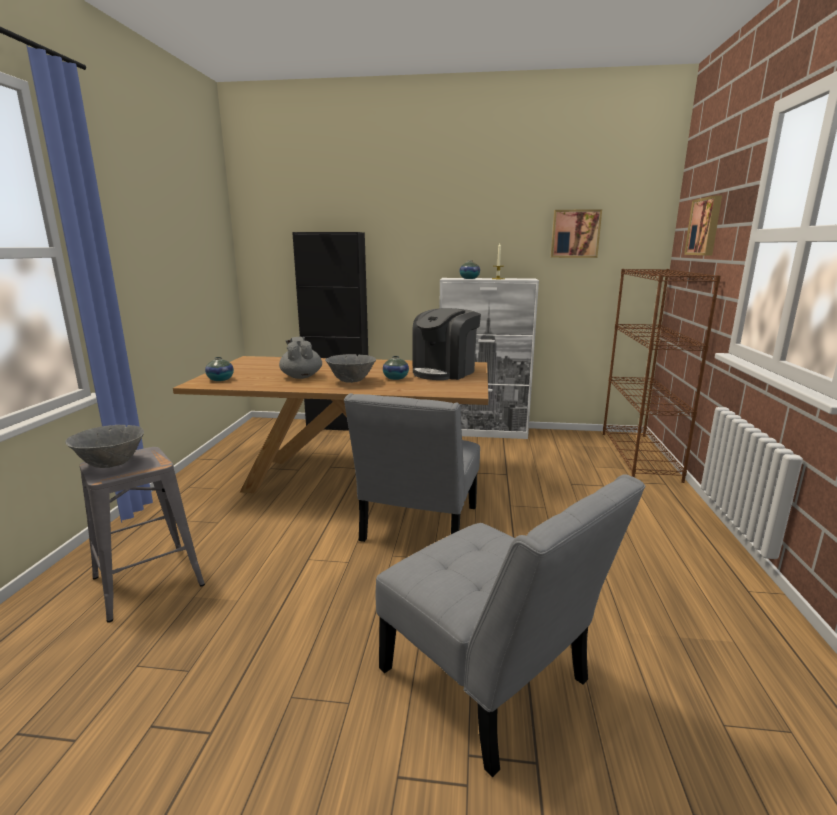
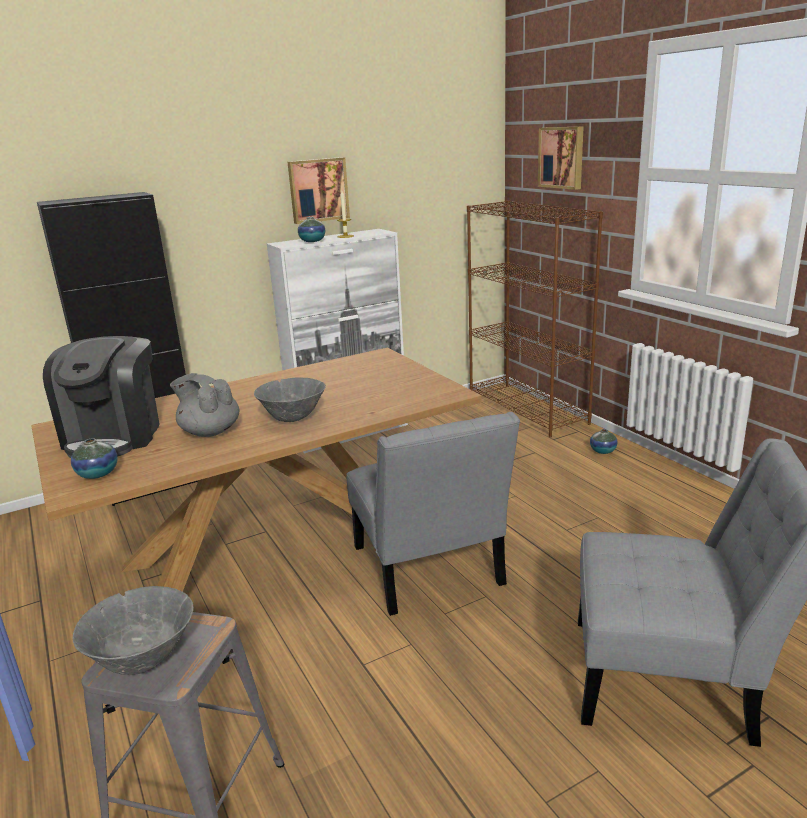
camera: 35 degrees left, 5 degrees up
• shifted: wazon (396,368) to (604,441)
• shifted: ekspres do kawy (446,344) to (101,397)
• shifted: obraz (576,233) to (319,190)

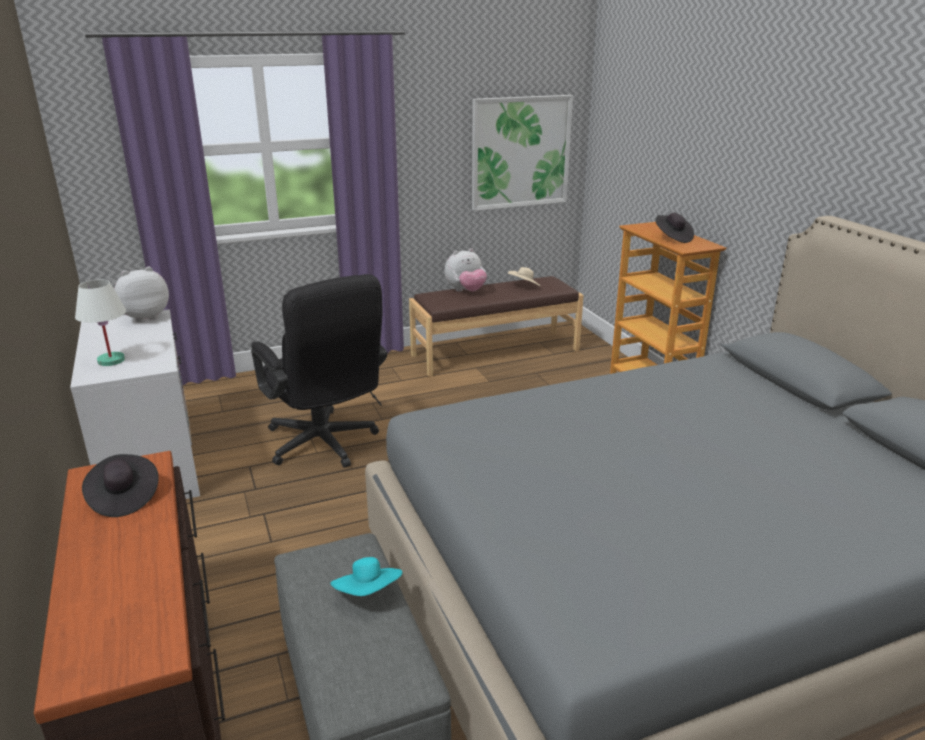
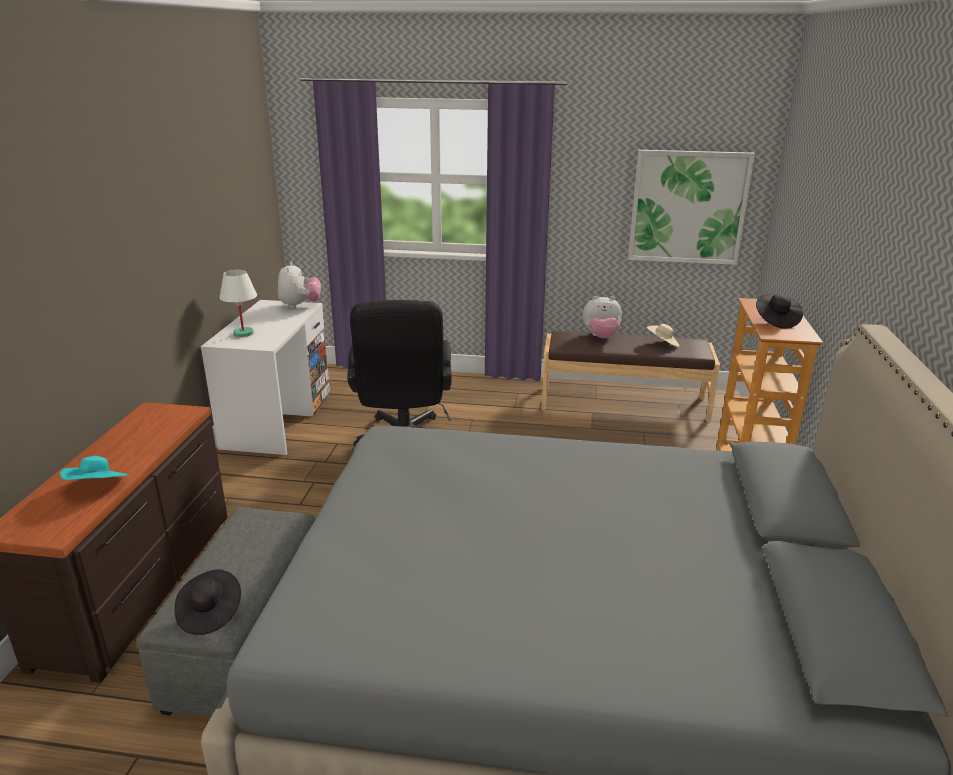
camera: 30 degrees right, 0 degrees up
• shifted: kapelusz (czarny) (120,485) to (207,602)
• shifted: kapelusz (turkusowy) (366,576) to (94,468)
• rotated: pluszak (141,294) = (299,285) 90 degrees clockwise

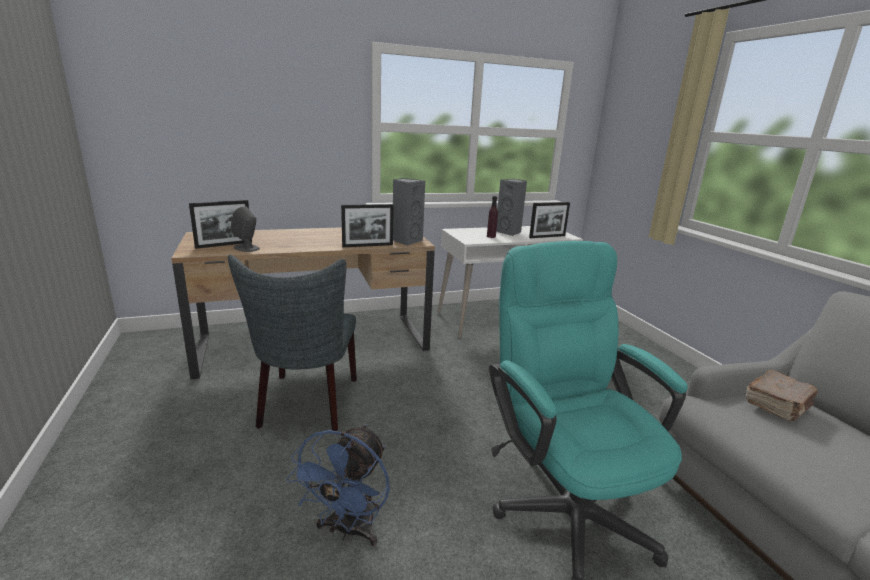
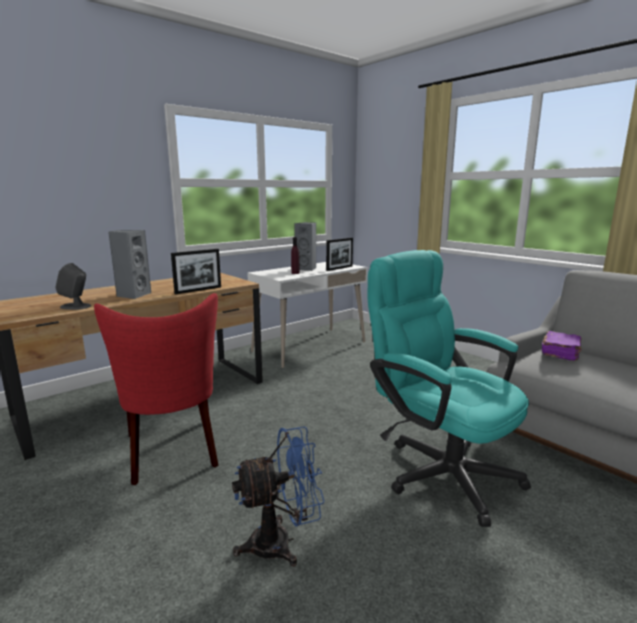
camera: 20 degrees left, 5 degrees down
• gone: ramka na zdjęcie (220,224)
• shifted: głośnik (szary) (409,212) to (129,264)
• repainted: krzesło (szary) (292,343) to krzesło (czerwony) (156,389)
• repainted: książka (brązowy) (782,395) to książka (fioletowy) (562,346)
• rotated: wentylator (niebieski) (338,485) = (278,496) 105 degrees counterclockwise

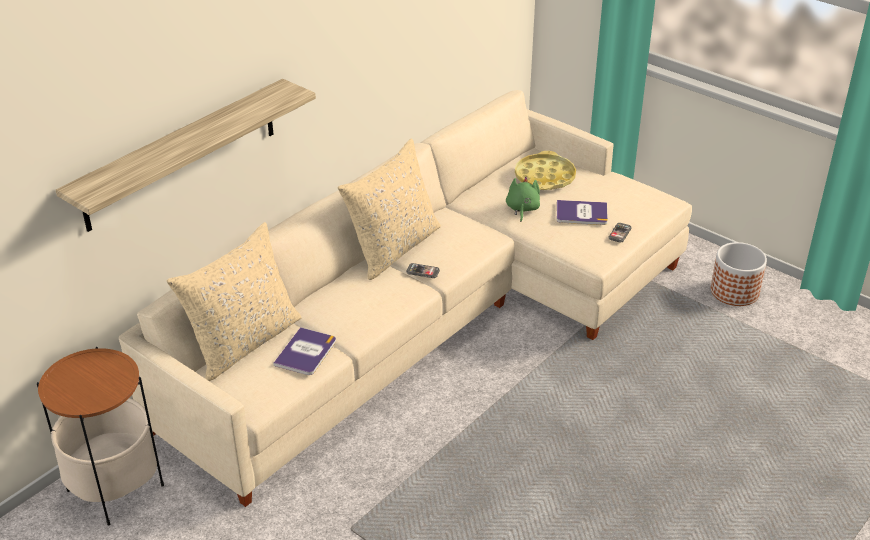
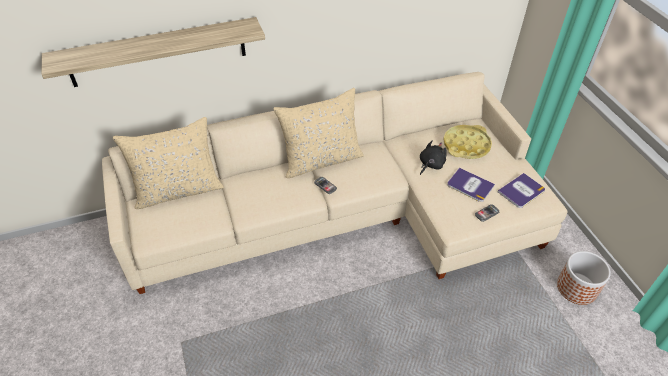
camera: 30 degrees right, 10 degrees up
• gone: stolik (100,436)
• shifted: książka (304,351) to (521,190)
• repainted: pluszak (zielony) (523,199) to pluszak (czarny) (433,158)

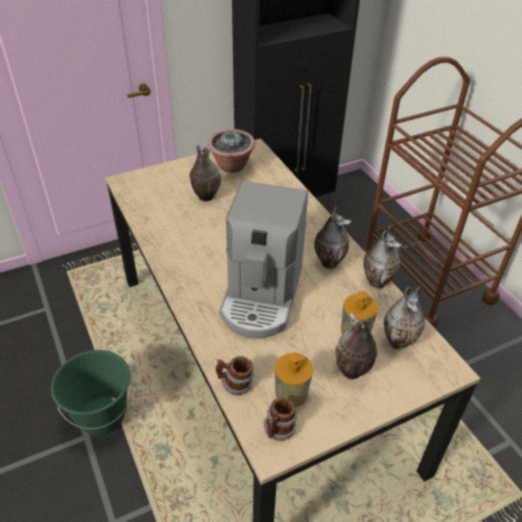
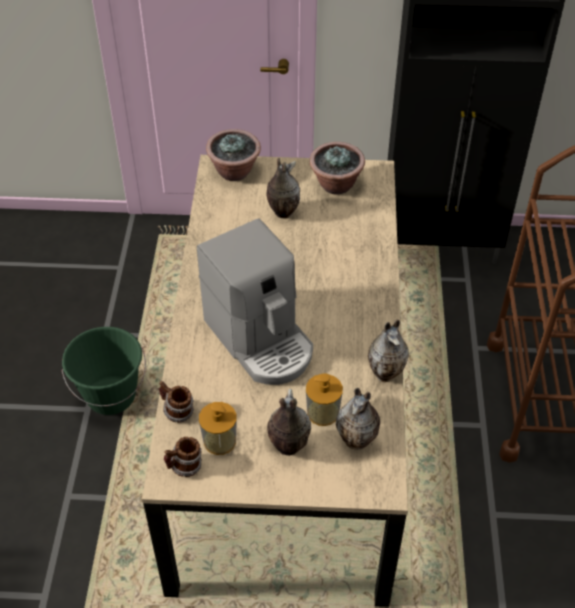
camera: 30 degrees right, 5 degrees up
• gone: wazon (333,237)
• new: roślina doniczkowa (233,155)
• rotated: ekspres do kawy (263,260) = (255,301) 75 degrees counterclockwise

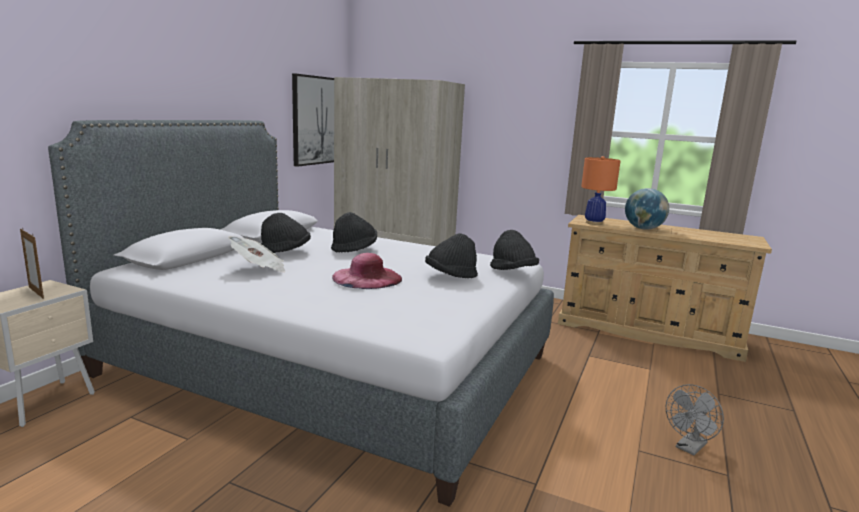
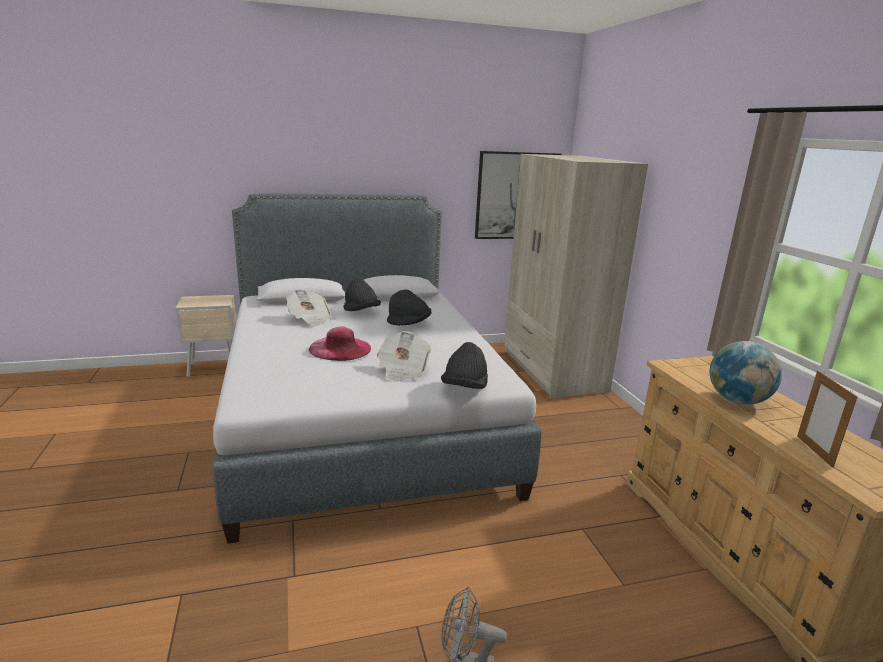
camera: 50 degrees right, 5 degrees up
• gone: lampa stołowa (pomarańczowy) (601,190)
• shifted: ramka na zdjęcie (32,264) to (827,419)
• swapped: kapelusz (czarny) (451,255) to gazeta (404,356)

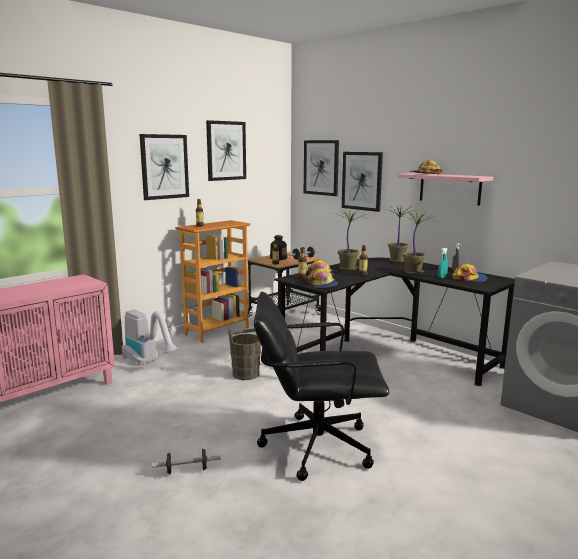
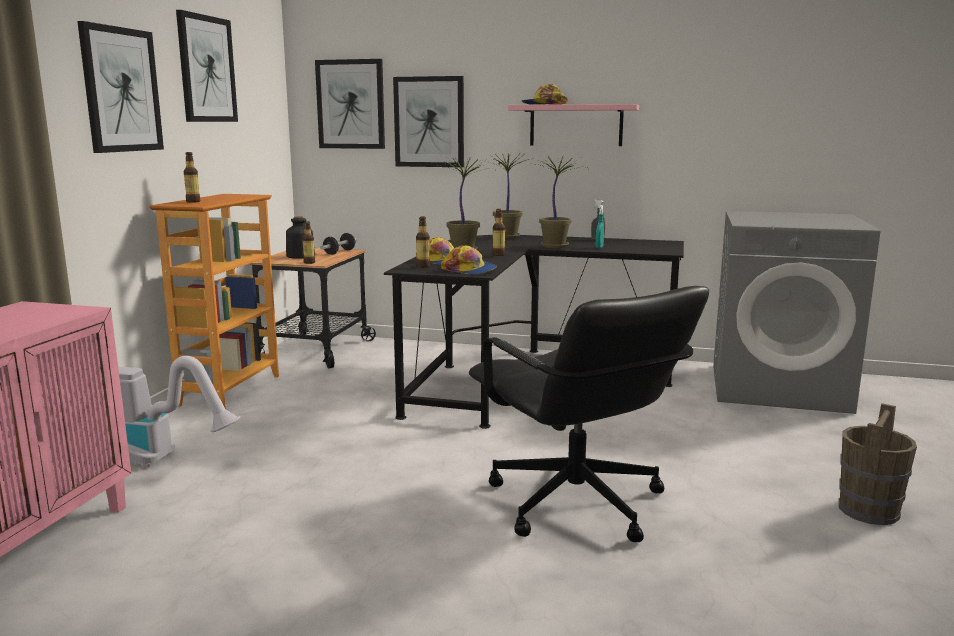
camera: 30 degrees left, 0 degrees up
• gone: hantel (186,461)
• gone: czapka z daszkiem (469,272)
• shifted: wiadro (brązowy) (244,354) to (878,464)
• rotated: krzesło biurowe (czarny) (321,386) = (589,414) 90 degrees counterclockwise

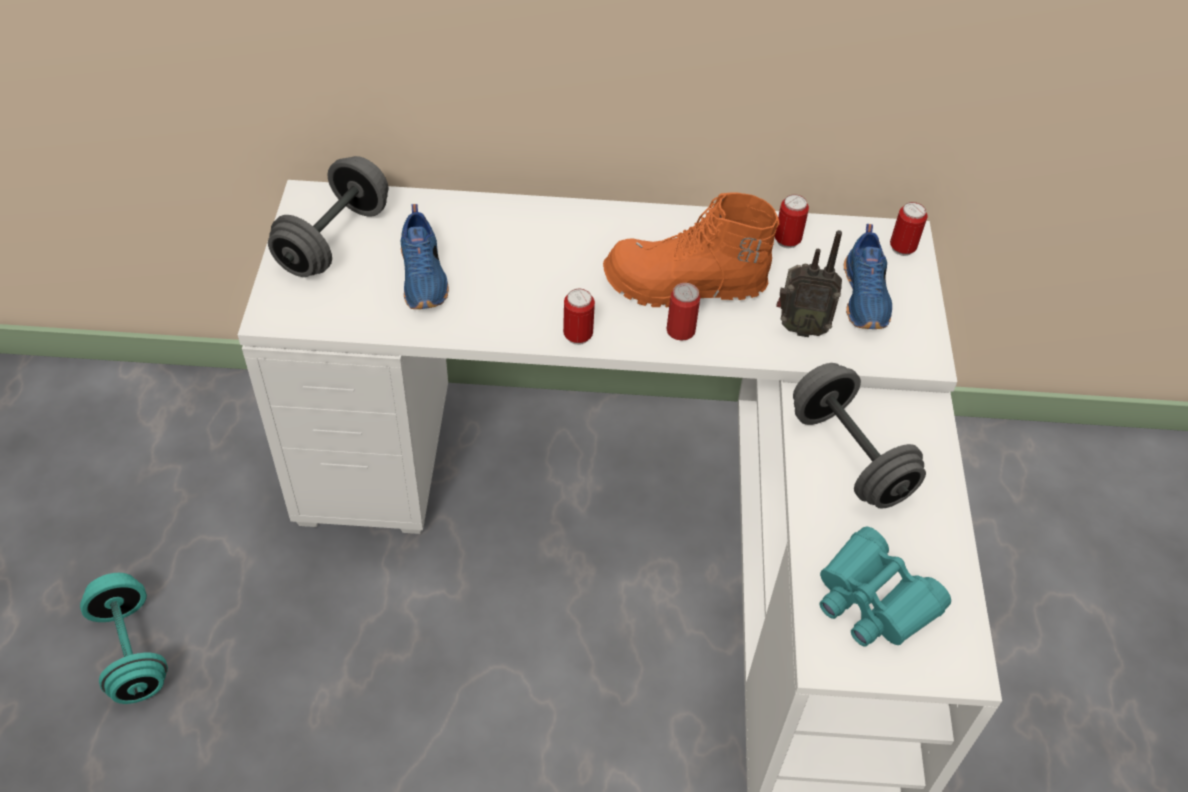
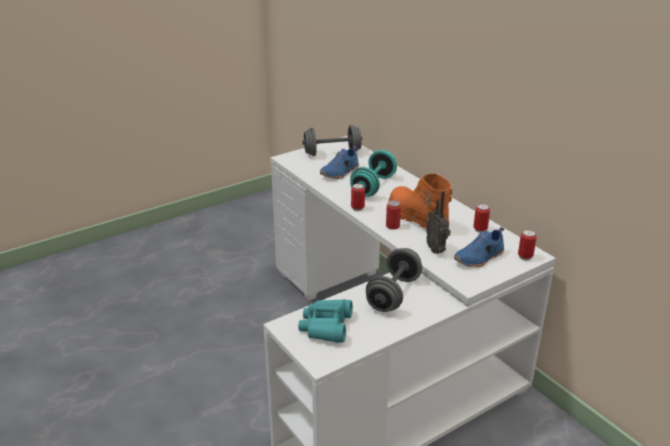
camera: 55 degrees right, 20 degrees down
• shifted: hantel (turkusowy) (124,638) to (373,173)

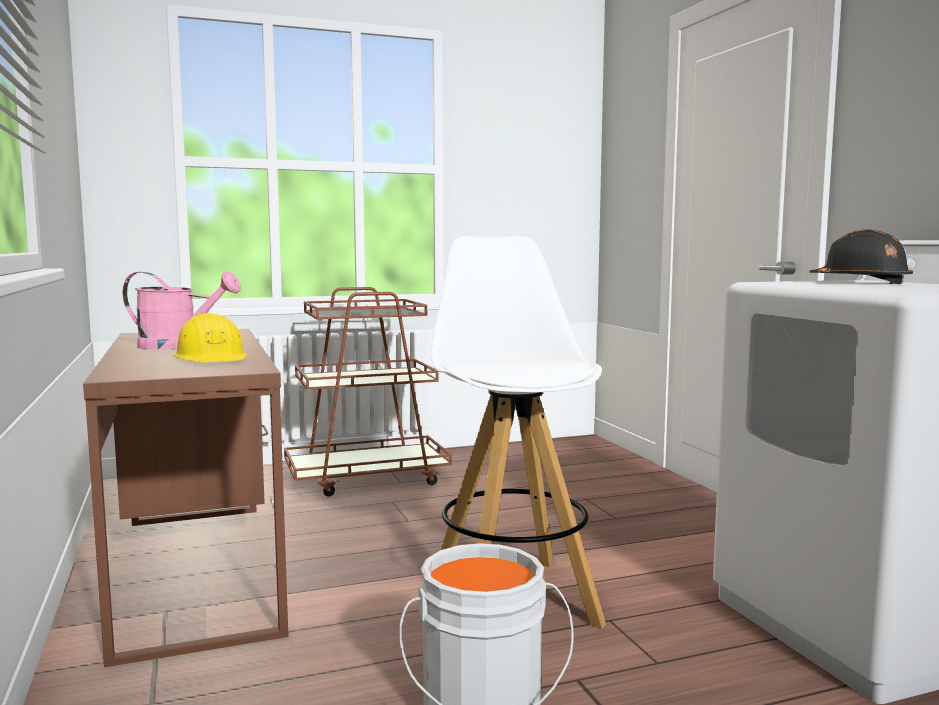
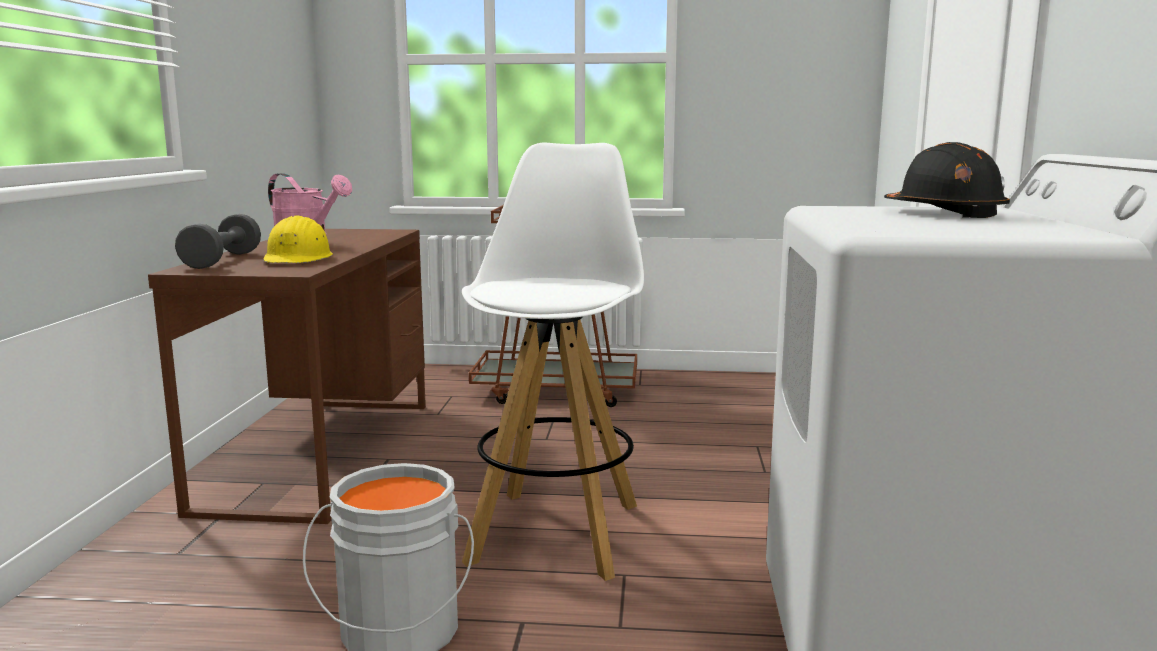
camera: 25 degrees right, 5 degrees up
• new: hantel (szary) (218,241)

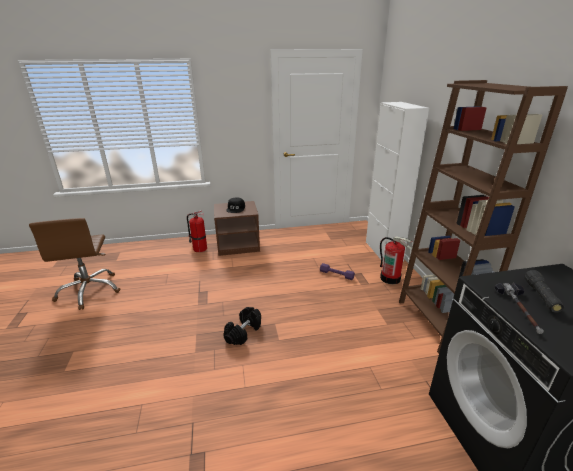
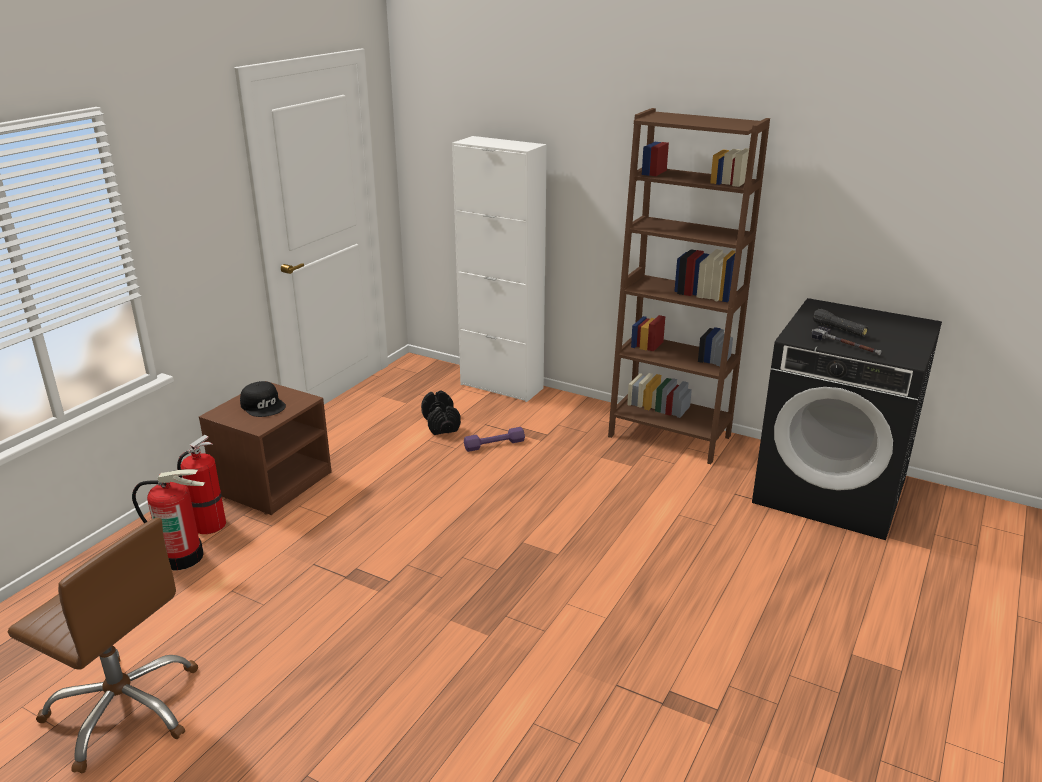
camera: 50 degrees left, 0 degrees up
• shifted: hantel (czarny) (242,326) to (441,413)
• shifted: gaśnica (396,260) to (168,519)

